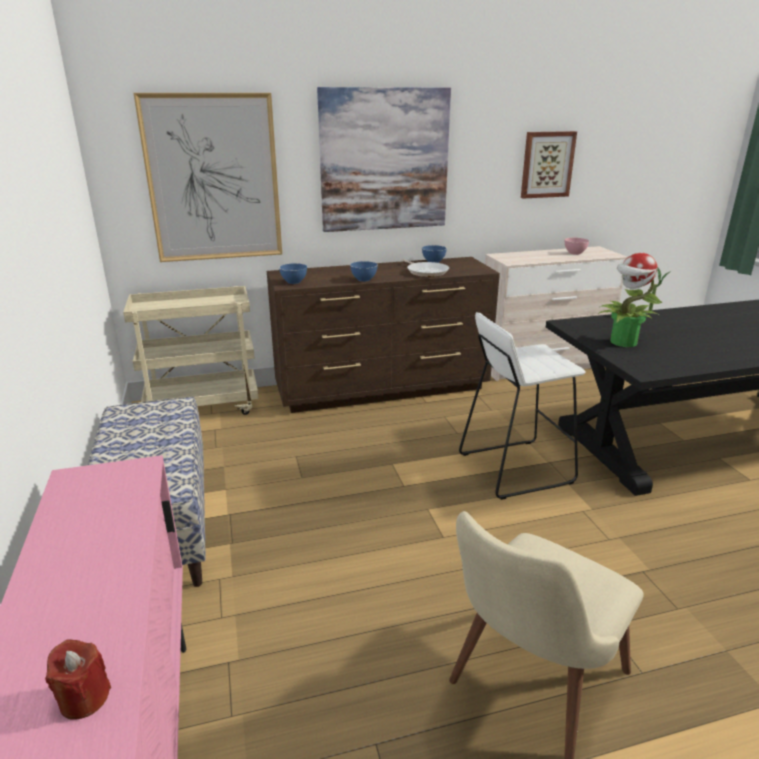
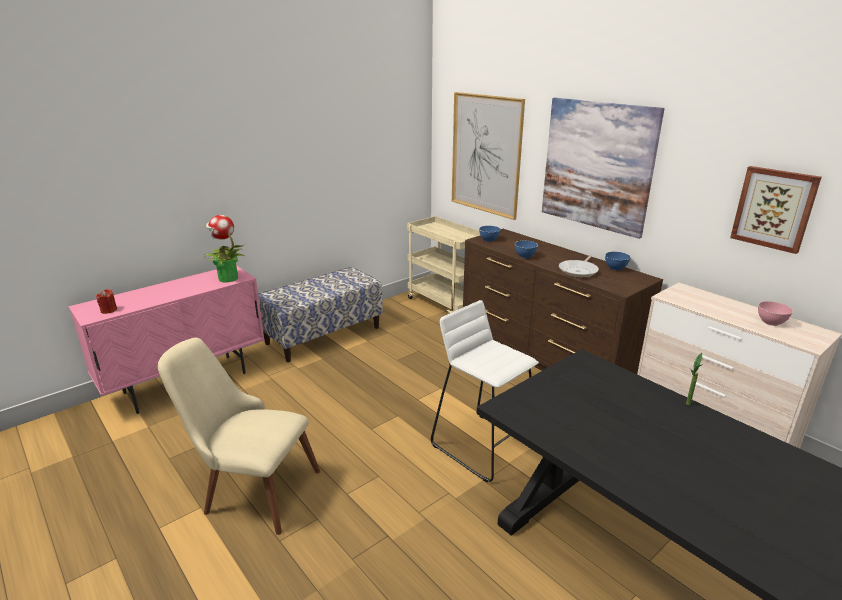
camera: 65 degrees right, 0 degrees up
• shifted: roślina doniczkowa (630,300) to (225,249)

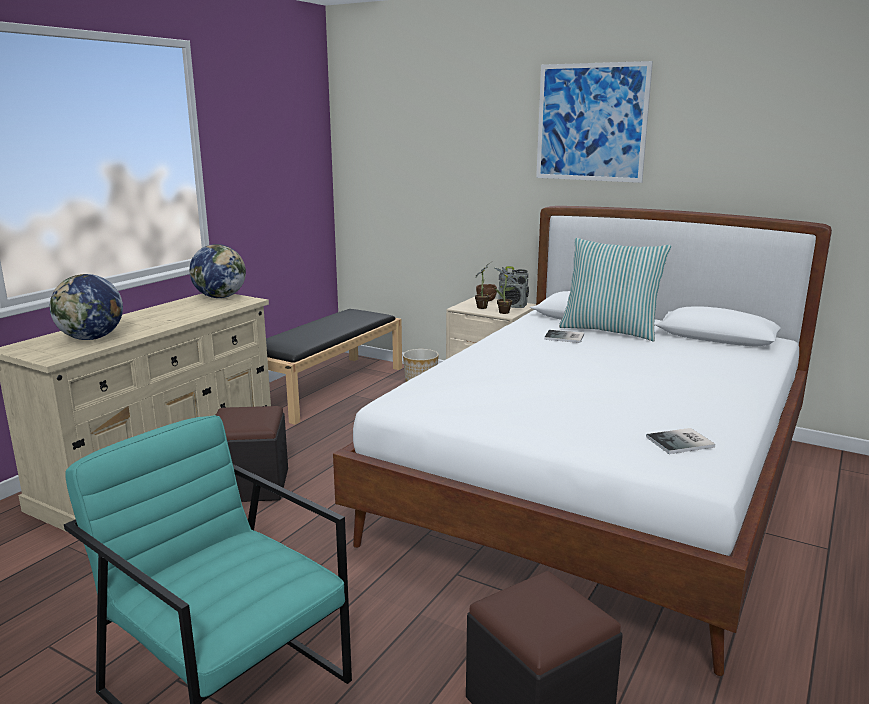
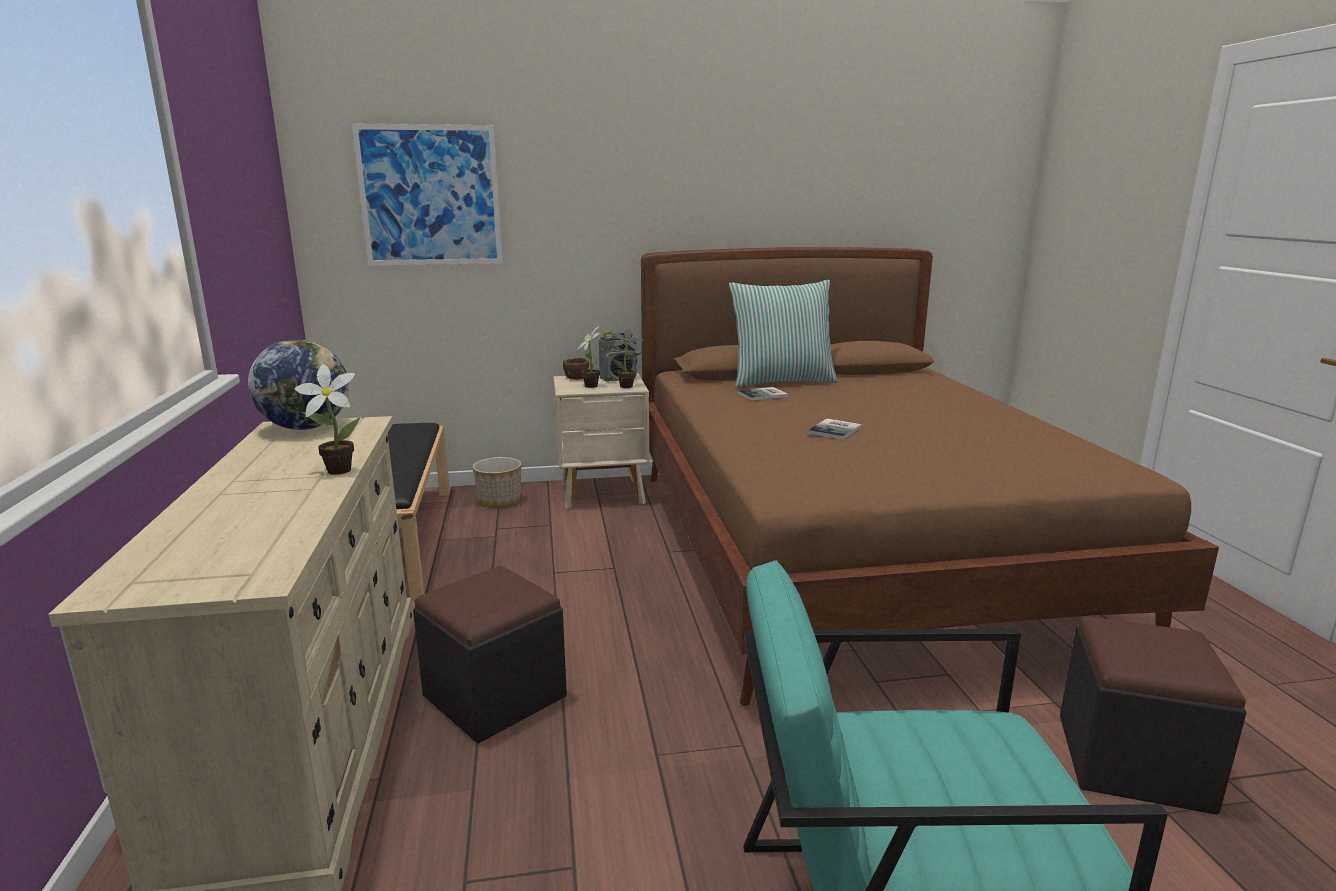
camera: 40 degrees left, 0 degrees up
• gone: globus (86,307)
• new: roślina doniczkowa (327,419)
• shifted: obraz (594,122) to (427,195)
• shifted: książka (680,441) to (834,429)
• repainted: łóżko (biały) (582,441) to łóżko (brązowy) (930,476)

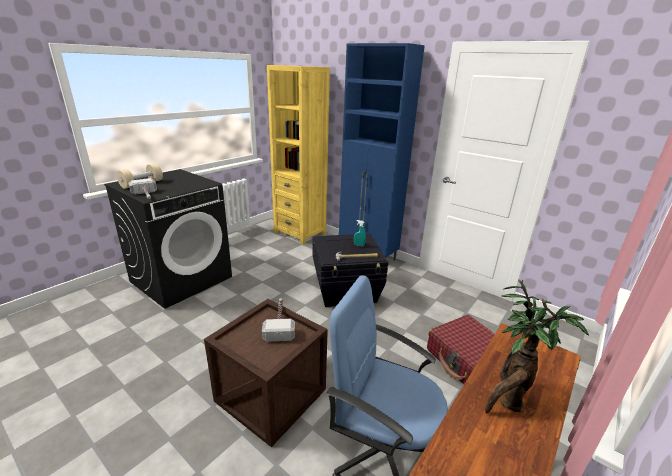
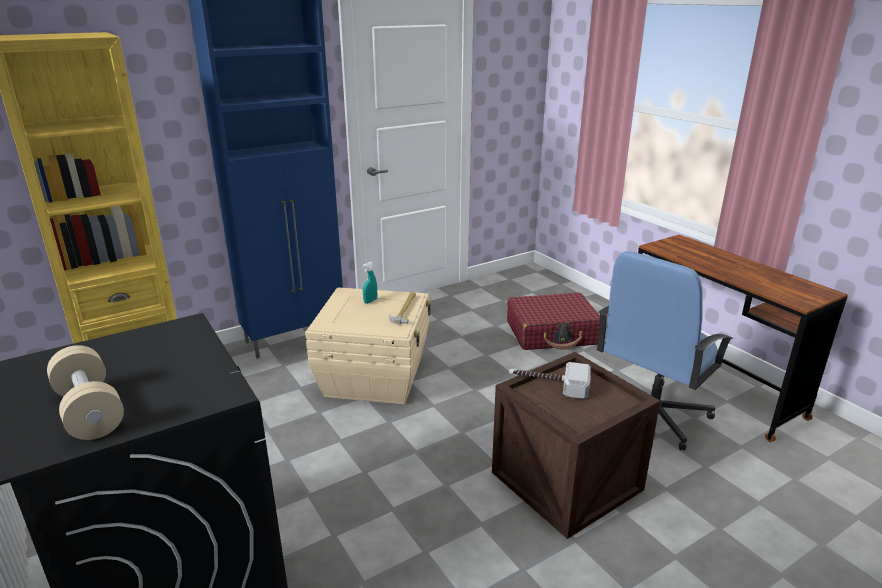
camera: 70 degrees left, 0 degrees up
• gone: młotek (143,188)
• gone: roślina doniczkowa (537,346)
• repainted: pojemnik do przechowywania (czarny) (350,270) to pojemnik do przechowywania (beżowy) (368,345)

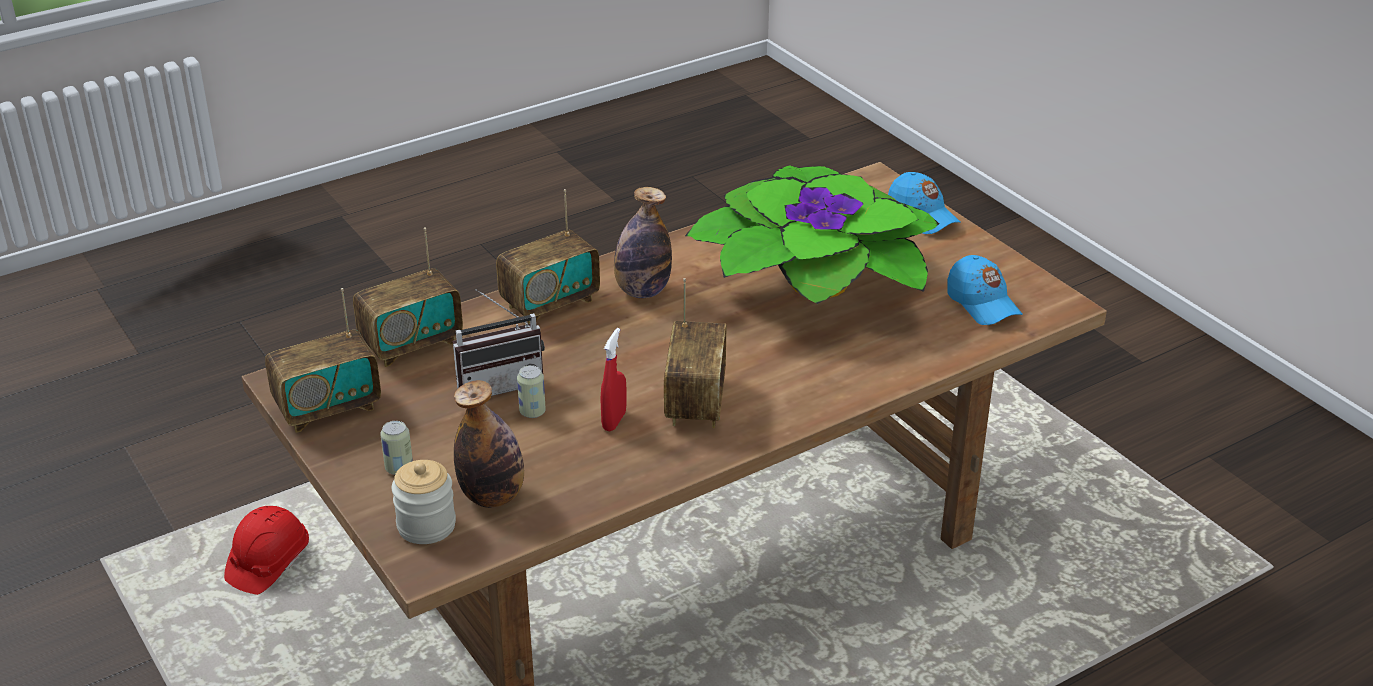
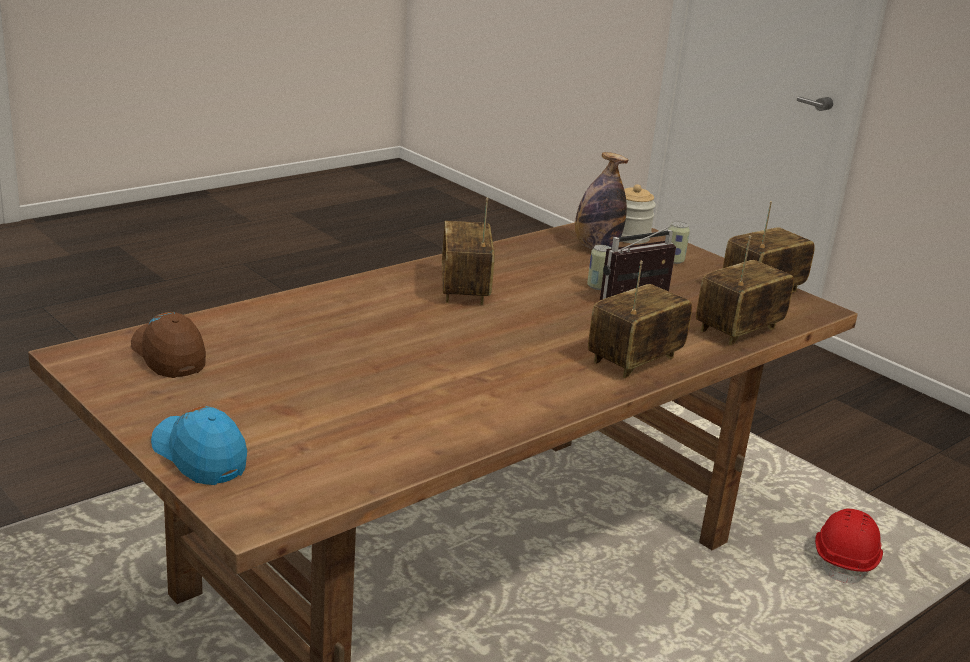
camera: 170 degrees right, 10 degrees down
• gone: spryskiwacz (czerwony) (613,379)
• gone: butelka (643,242)
• gone: roślina doniczkowa (812,234)
• repainted: czapka z daszkiem (niebieski) (985,290) to czapka z daszkiem (brązowy) (168,345)

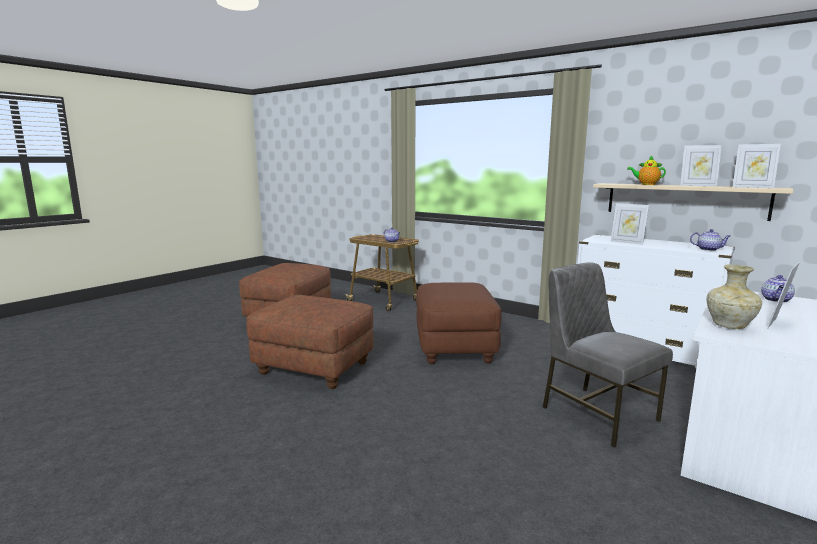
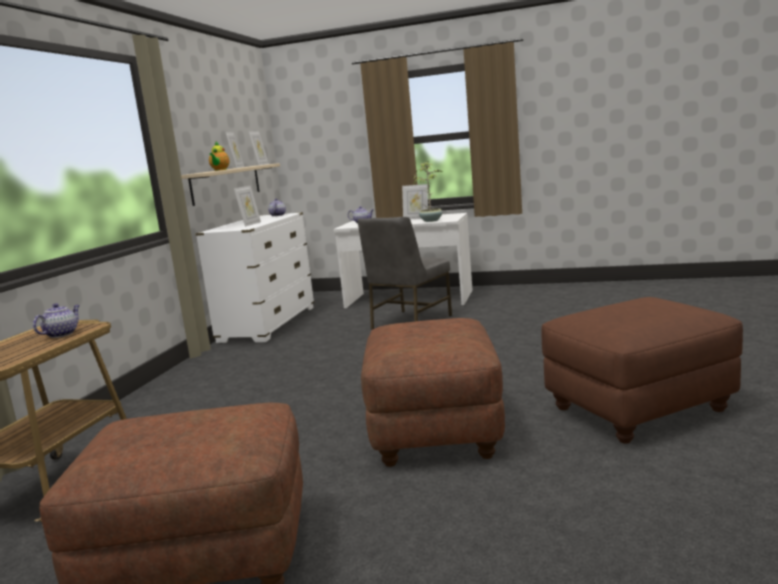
camera: 110 degrees left, 0 degrees up
• shifted: pufa (brązowy) (458,323) to (642,370)
• swapped: wazon (beżowy) (734,296) to roślina doniczkowa (427,192)

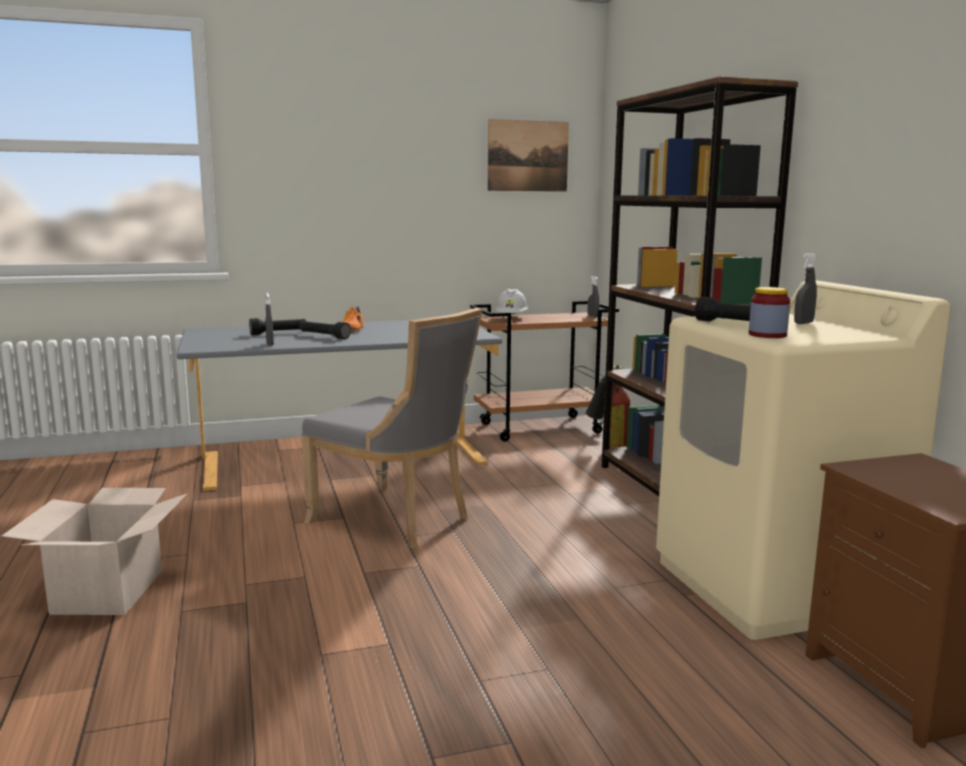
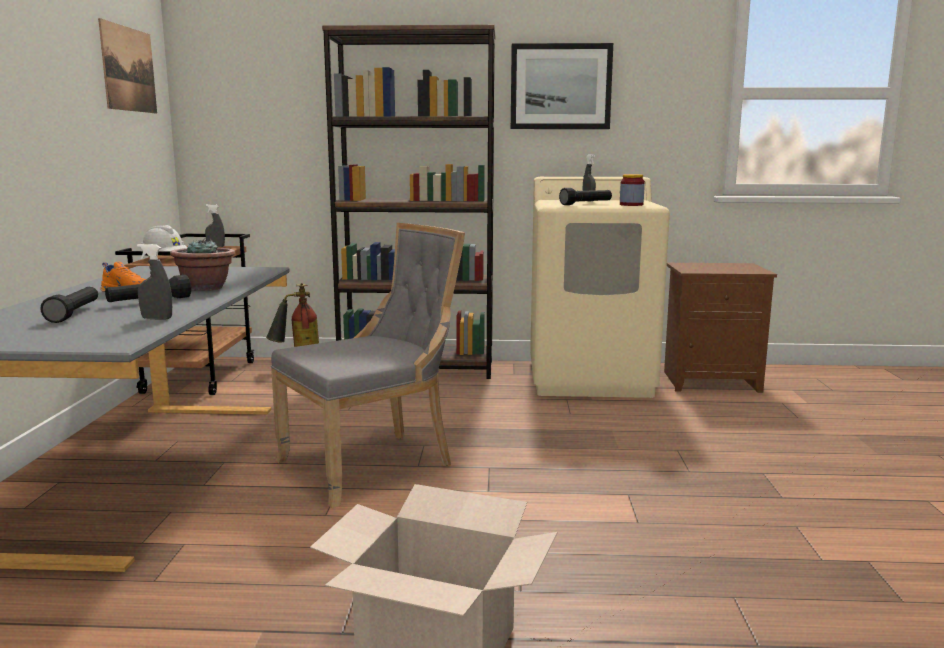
camera: 70 degrees left, 0 degrees up
• new: roślina doniczkowa (202,264)
• new: obraz (562,86)

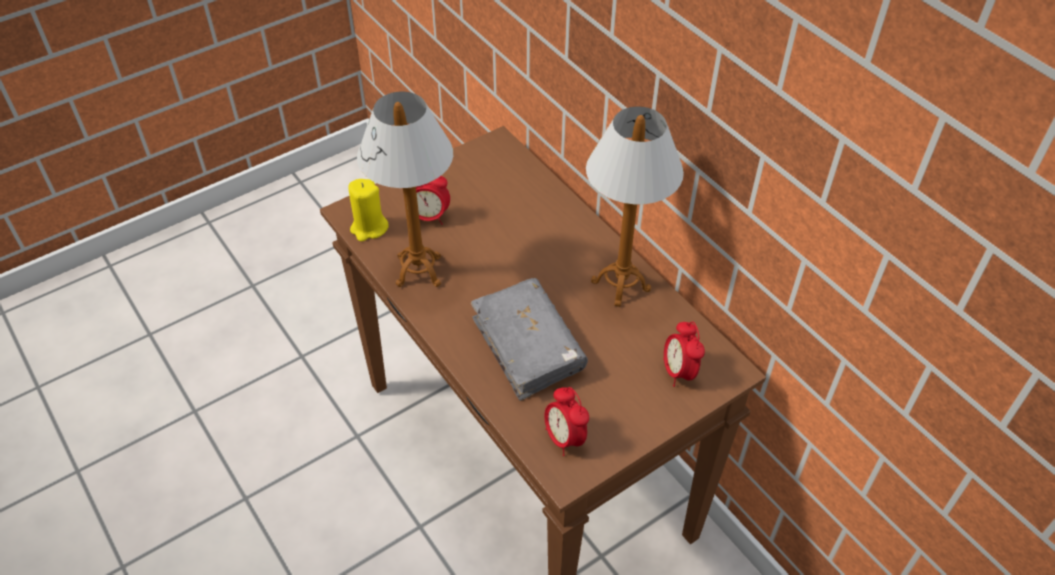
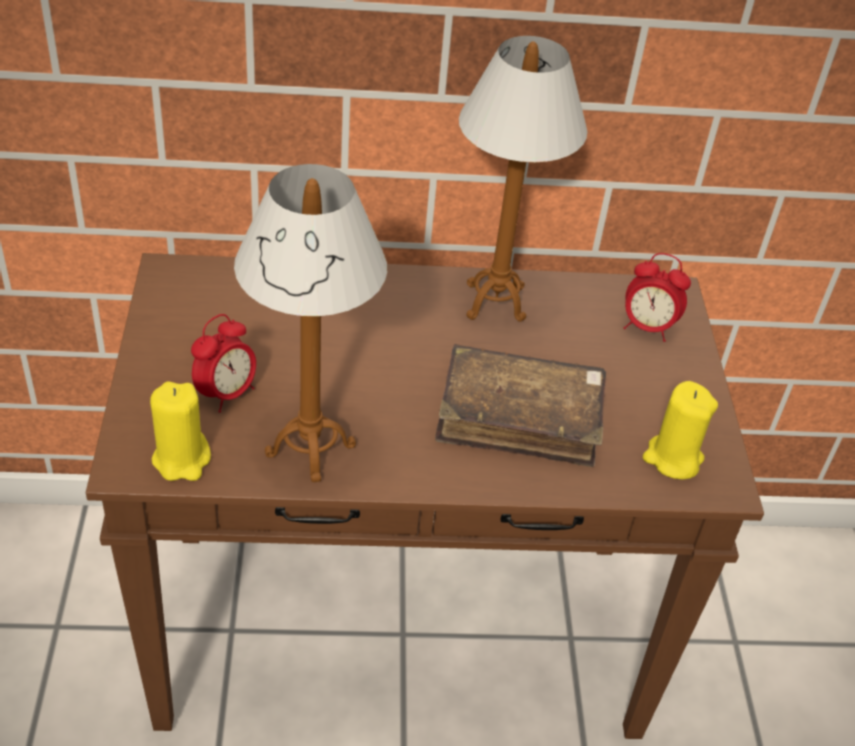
camera: 60 degrees left, 5 degrees down
• swapped: budzik (566,421) to świeca (żółty) (680,430)
• repainted: książka (szary) (529,339) to książka (brązowy) (520,405)

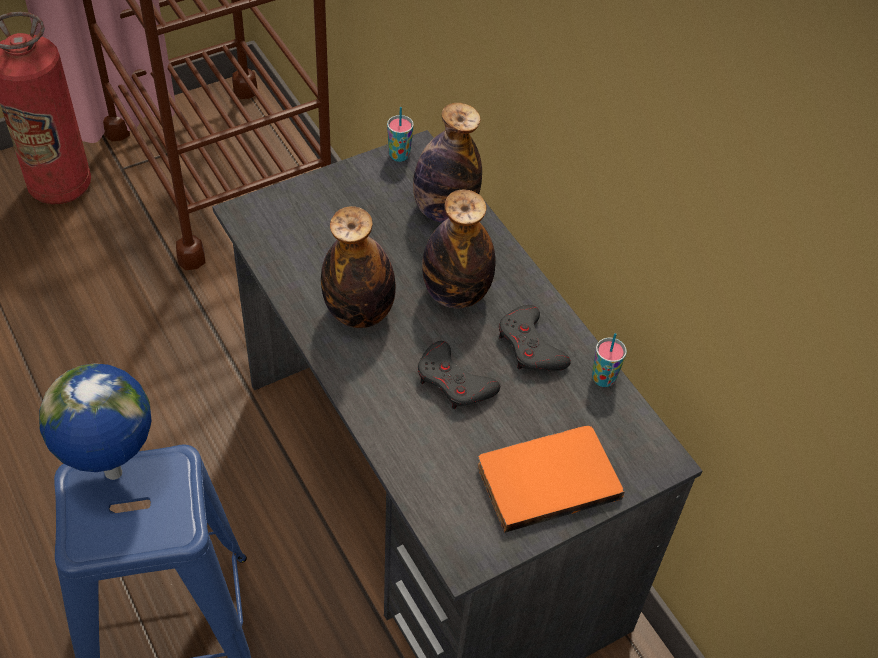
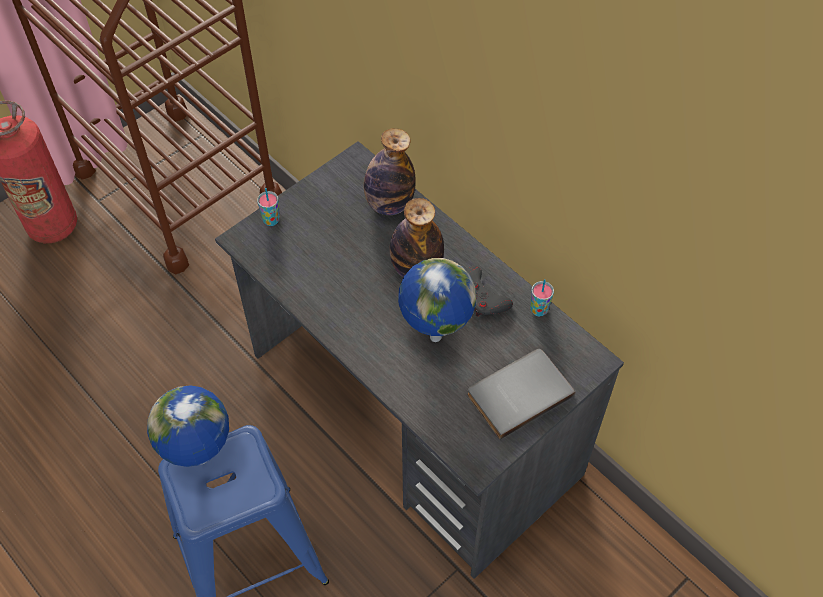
camera: 10 degrees left, 5 degrees up
• gone: butelka (358,267)
• shifted: filiżanka (400,134) to (268,207)
• swapped: pad do gier (szary) (459,375) to globus (437,300)
• repainted: książka (pomarańczowy) (550,479) to książka (szary) (522,394)

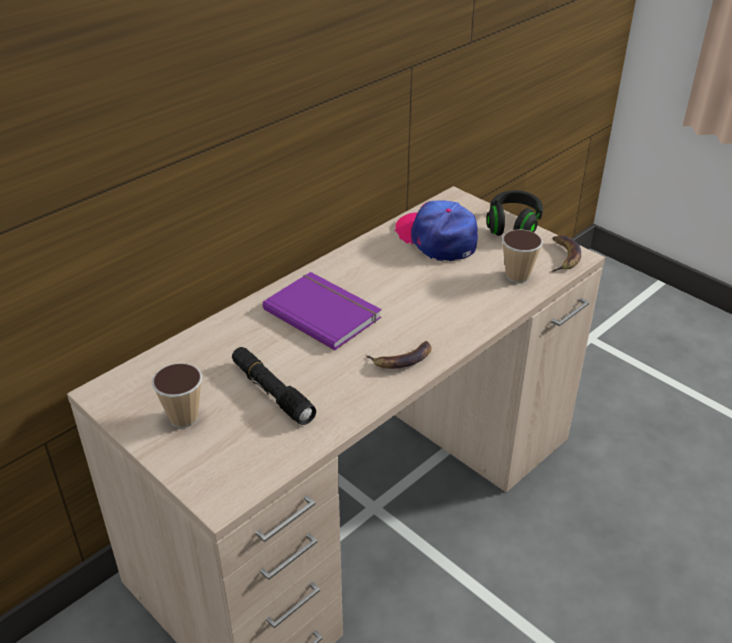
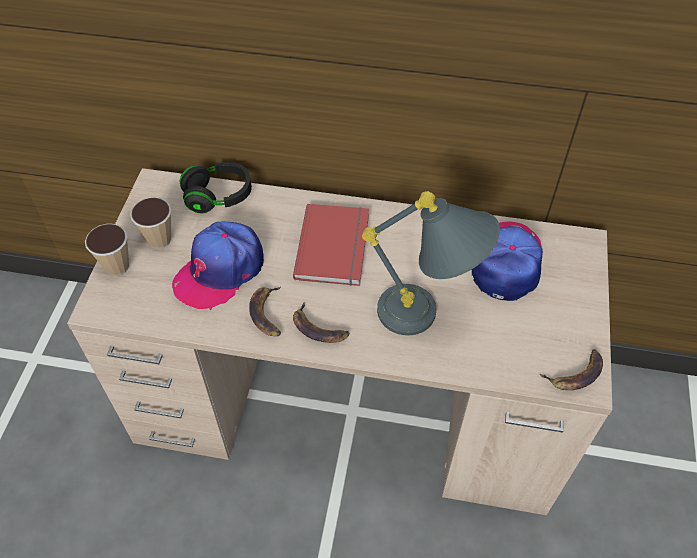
camera: 55 degrees right, 15 degrees up
• new: banan (265,311)
• new: lampa stołowa (szary) (431,263)
• shifted: słuchawki (czarny) (514,213) to (216,188)
• shifted: filiżanka (522,256) to (107,249)
• swapped: latarka (czarny) (274,386) to czapka z daszkiem (218,266)
• repainted: książka (fioletowy) (322,311) to książka (czerwony) (331,245)

